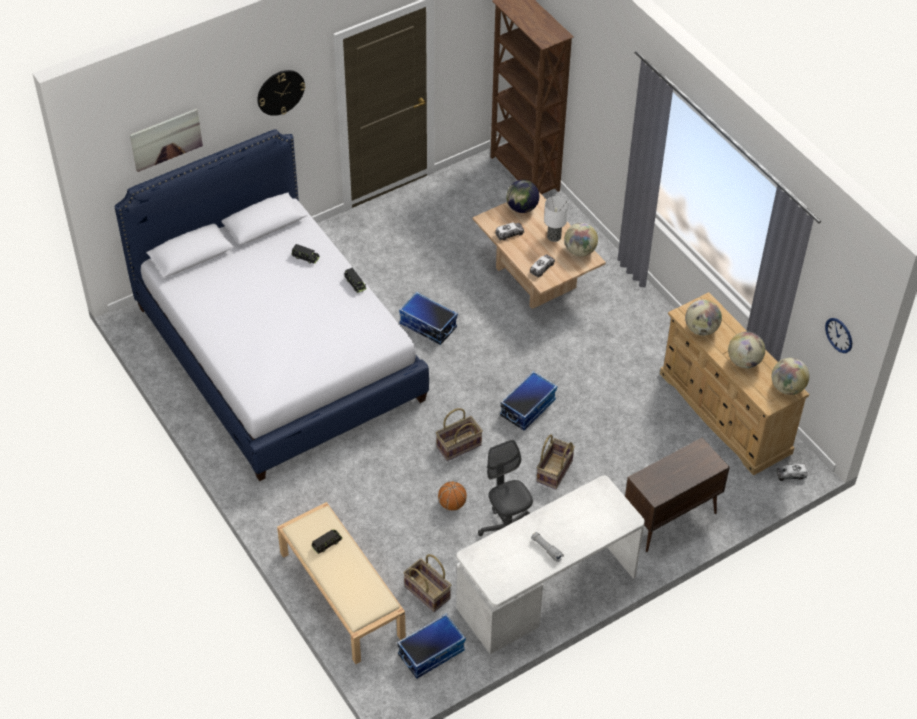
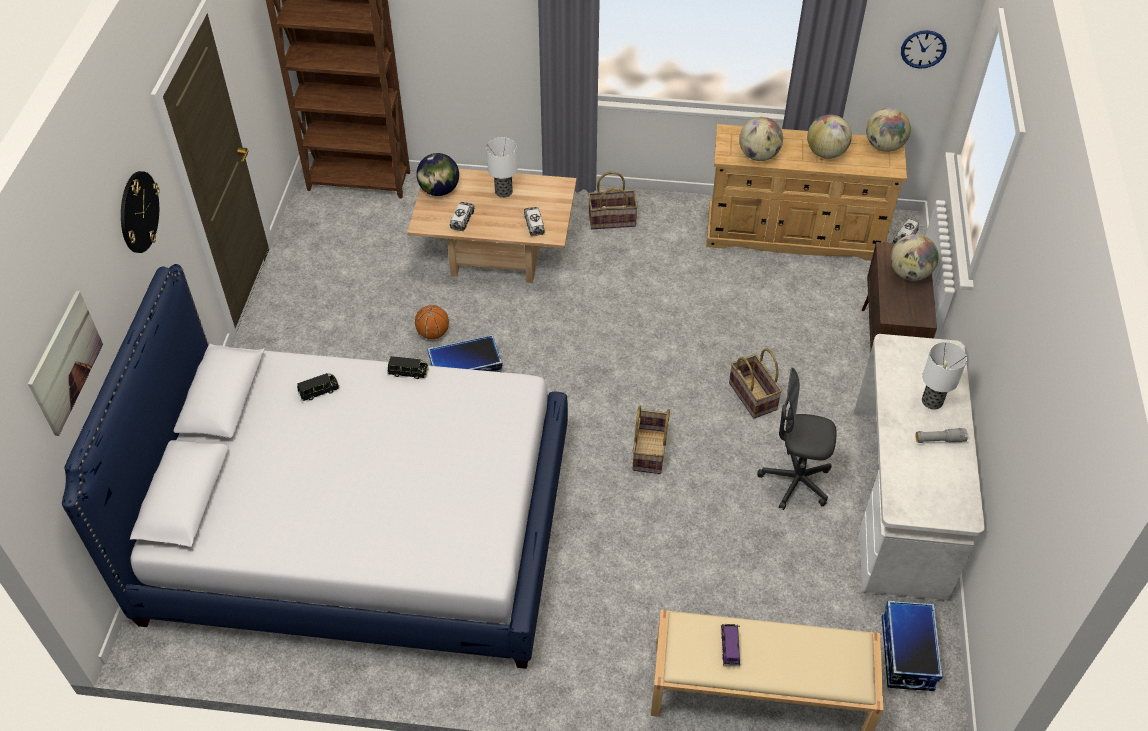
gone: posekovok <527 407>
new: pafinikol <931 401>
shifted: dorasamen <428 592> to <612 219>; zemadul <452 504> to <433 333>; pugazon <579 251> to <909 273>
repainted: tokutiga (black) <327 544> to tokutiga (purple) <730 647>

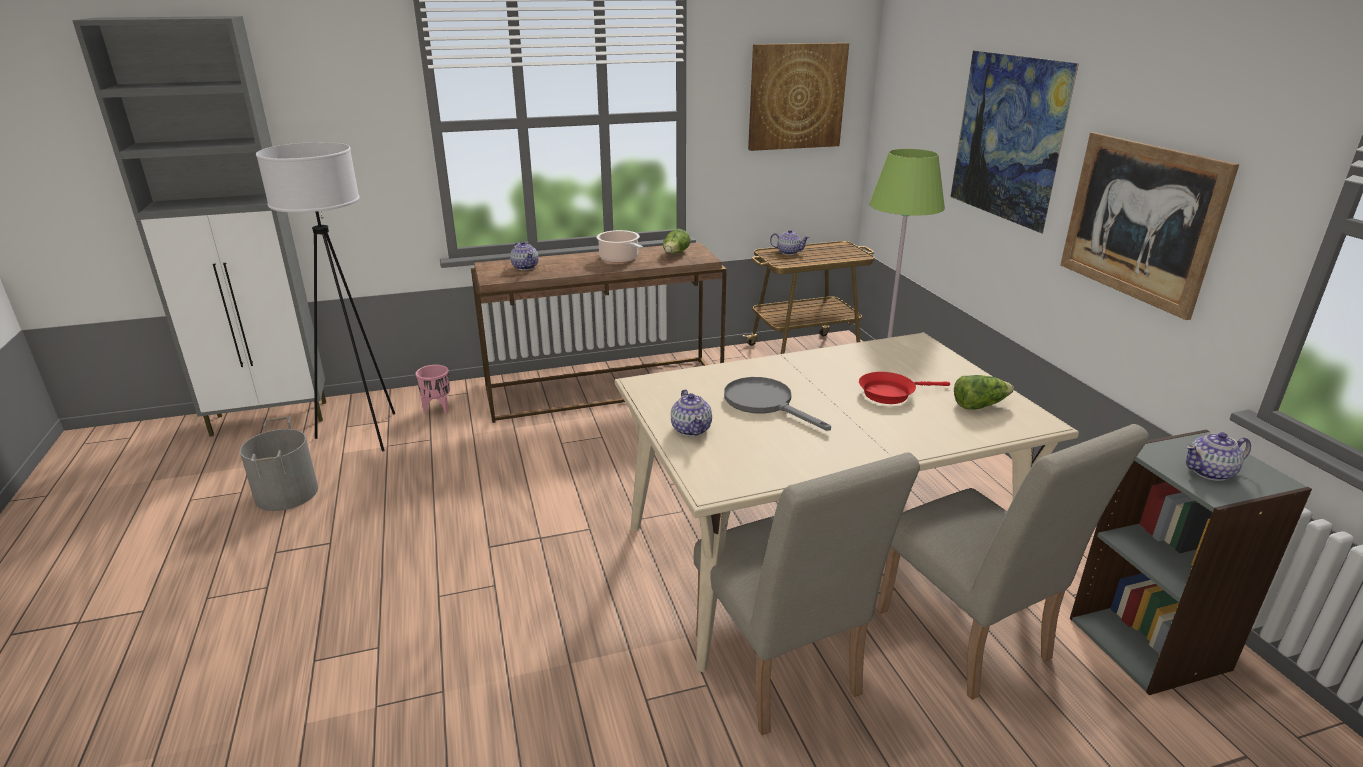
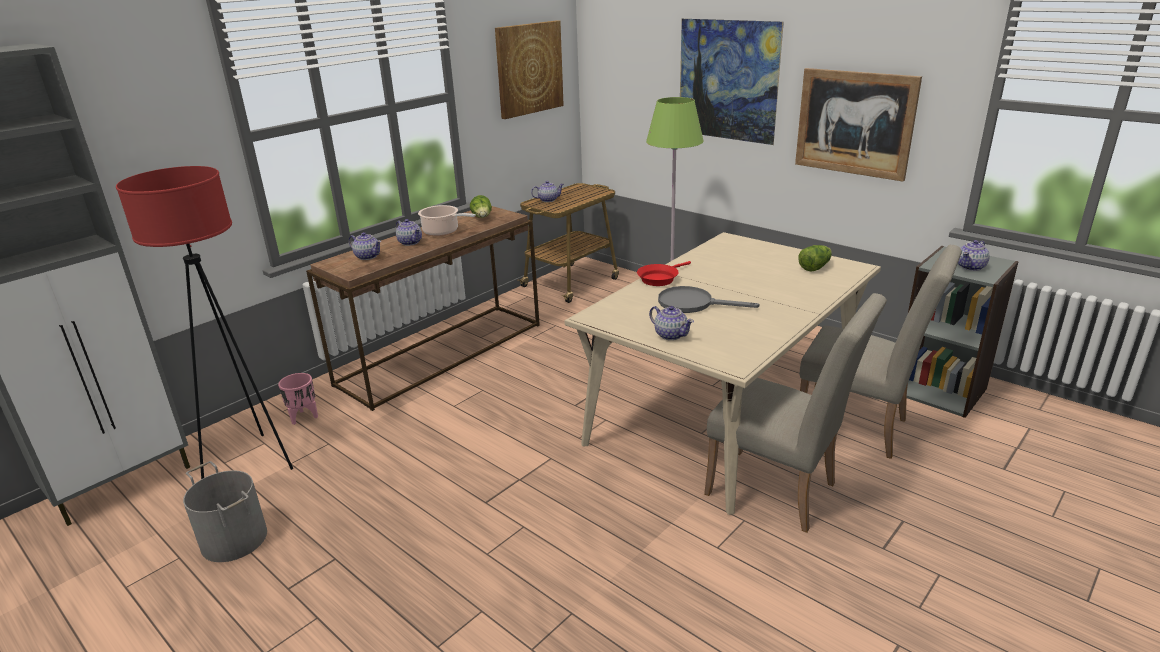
new: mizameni <410 242>
shifted: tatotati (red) <890 393> to <660 278>
repainted: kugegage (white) <363 433> to kugegage (red) <251 462>

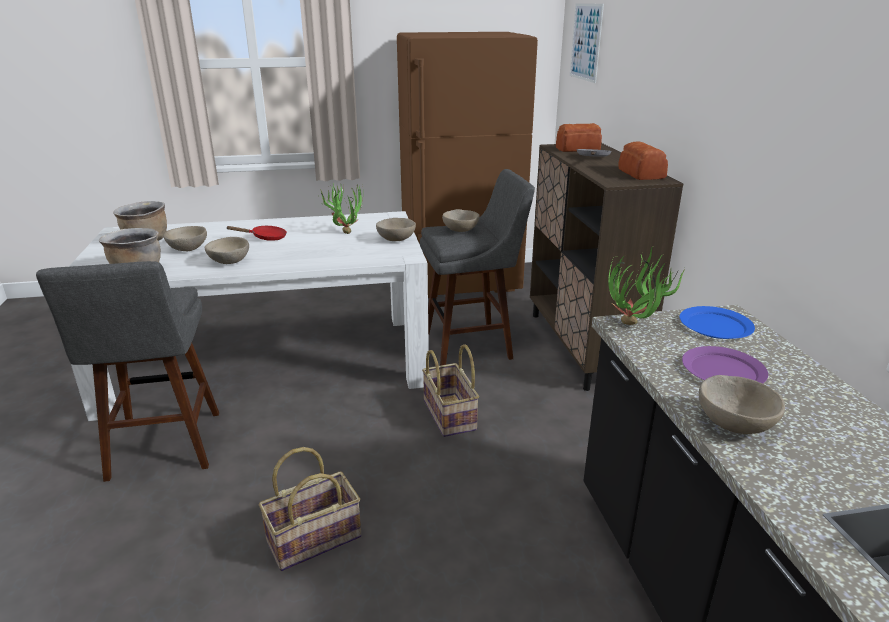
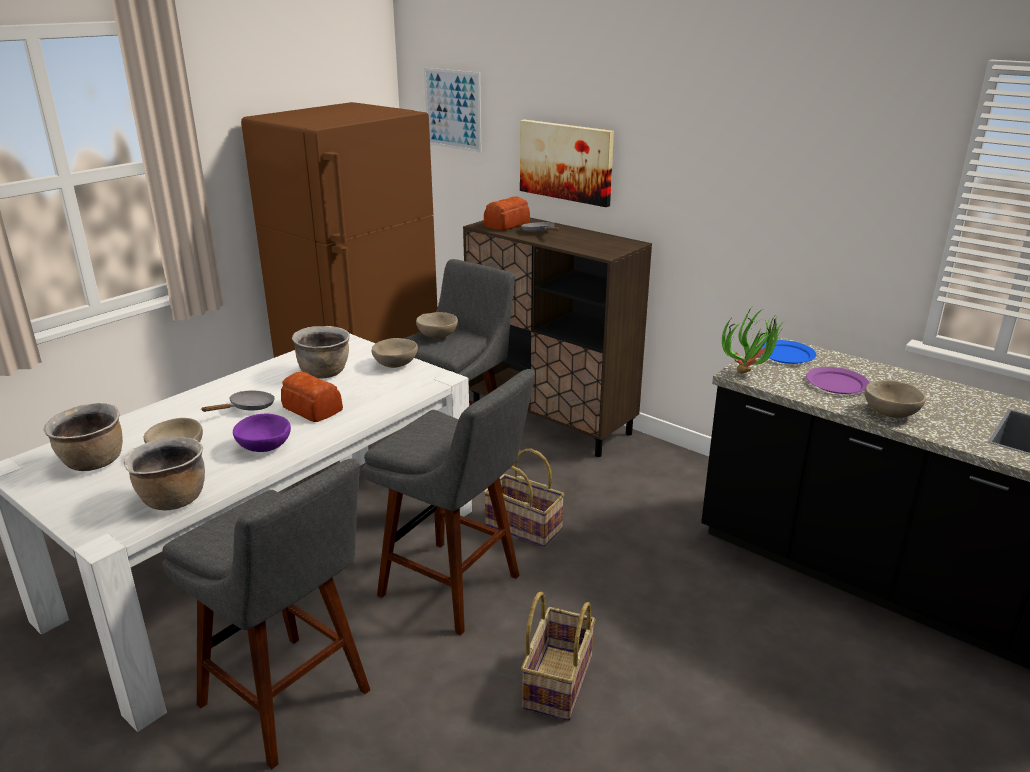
new: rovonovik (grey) <455 588>; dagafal <566 161>
shifted: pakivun <640 174> to <312 409>
swapped: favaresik <344 231> to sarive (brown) <324 372>
repainted: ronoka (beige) <229 261> to ronoka (purple) <264 447>; tatotati (red) <265 238> to tatotati (grey) <248 408>

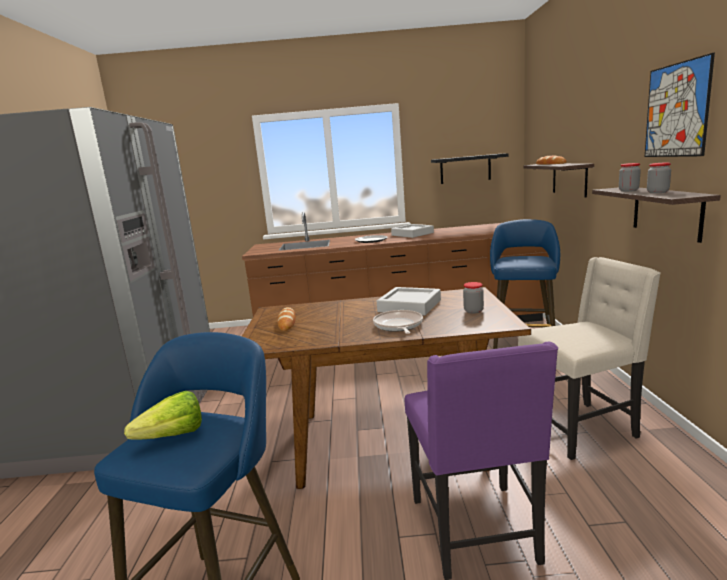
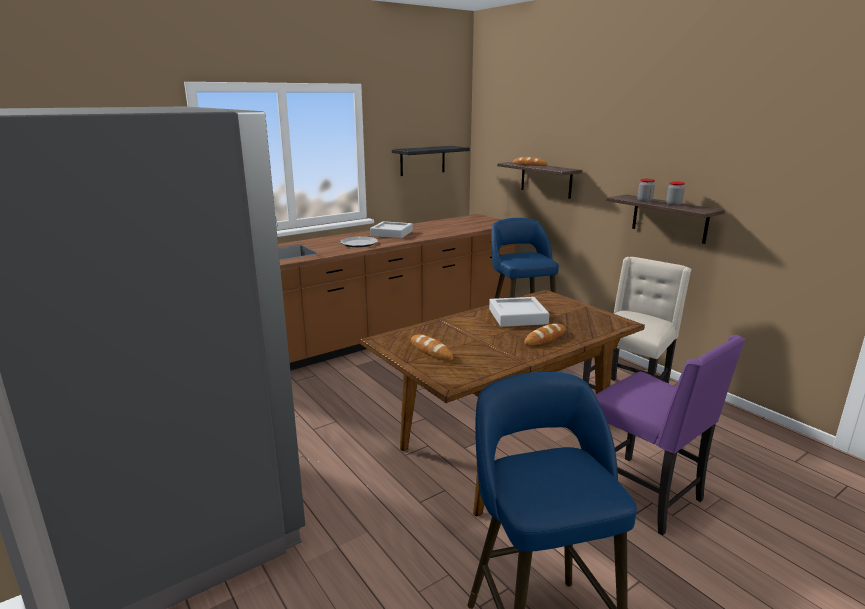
gone: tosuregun <167 438>; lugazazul <473 311>; dagafal <676 110>
swapped: tatotati <398 326> to pakivun <545 338>

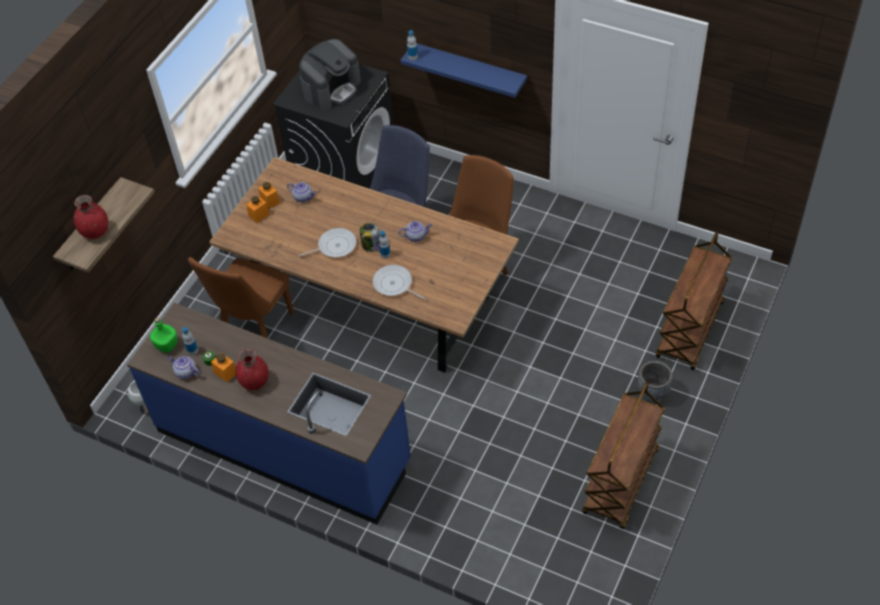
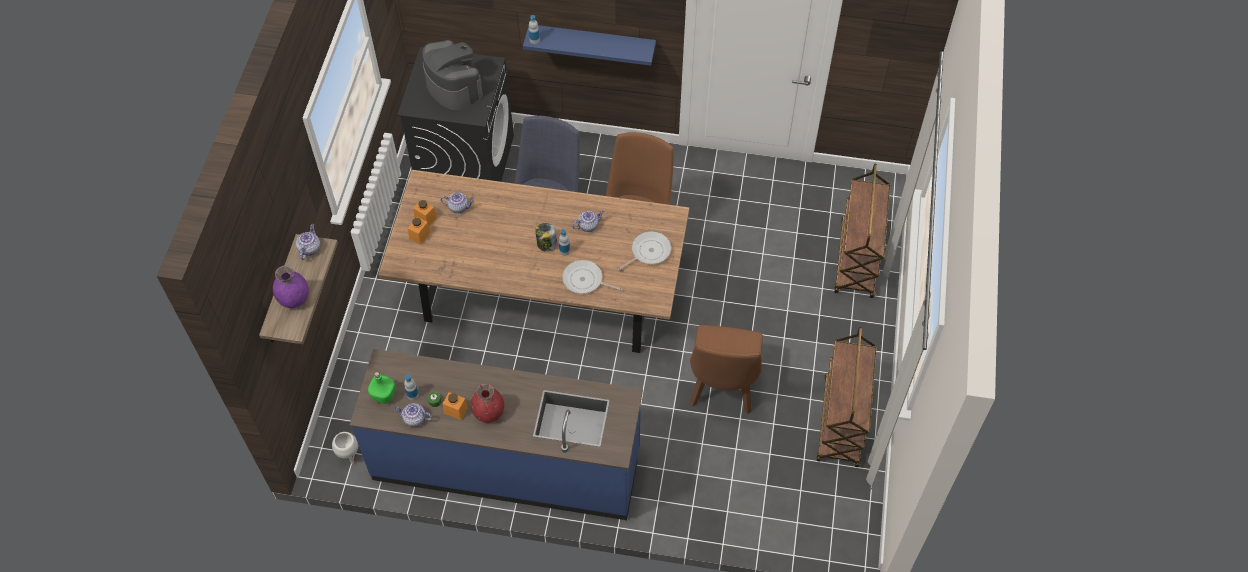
gone: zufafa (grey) <653 393>
new: mizameni <309 248>
shifted: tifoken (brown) <254 328> to <722 391>; tatotati <334 246> to <648 251>
repainted: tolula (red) <95 231> to tolula (purple) <294 299>
rotated: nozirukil <332 88> = <453 86> 60 degrees counterclockwise

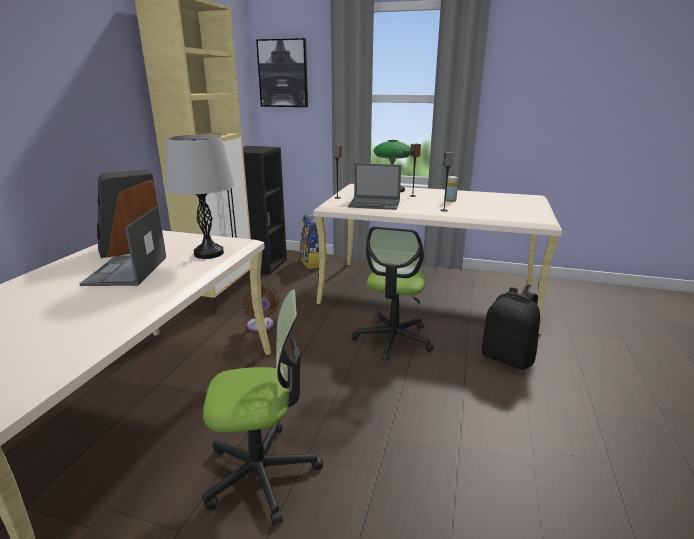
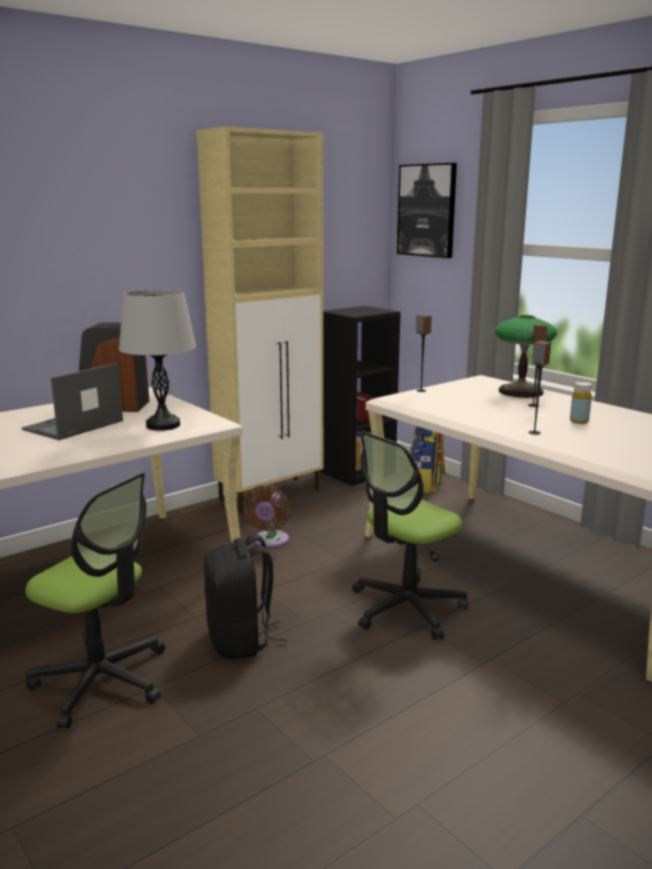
gone: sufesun <375 204>
shifted: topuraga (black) <507 358> to <241 640>

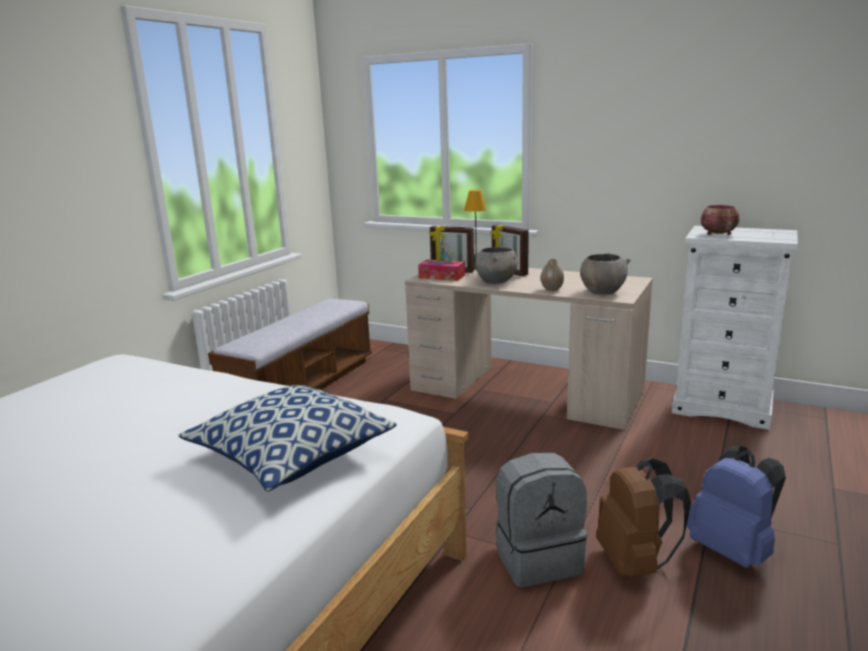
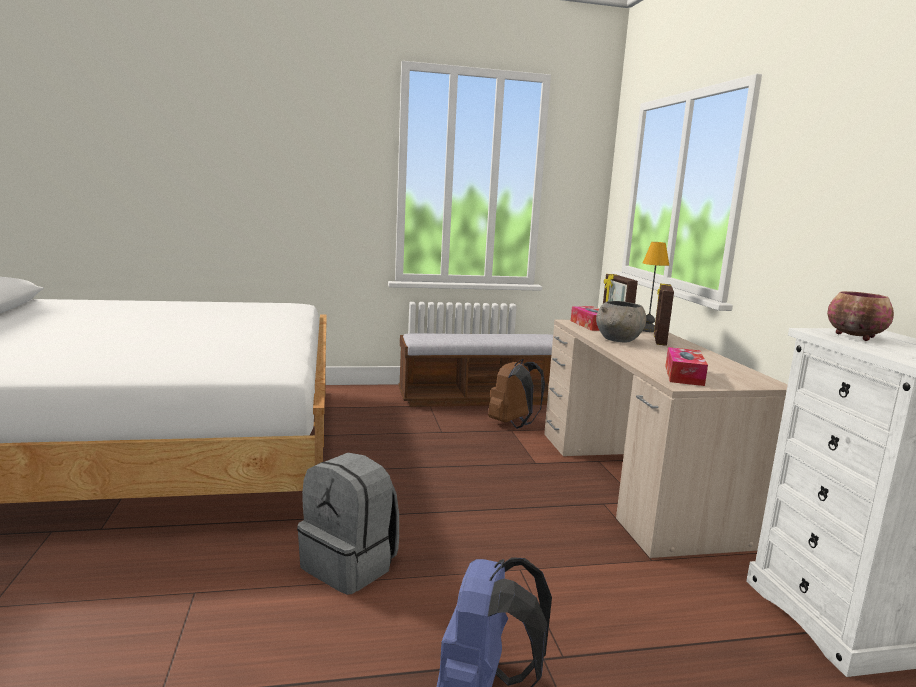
gone: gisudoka <290 455>; tolula <552 289>
shifted: topuraga (brown) <635 562> to <513 424>
swapped: ronoka (grey) <602 291> to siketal <684 375>

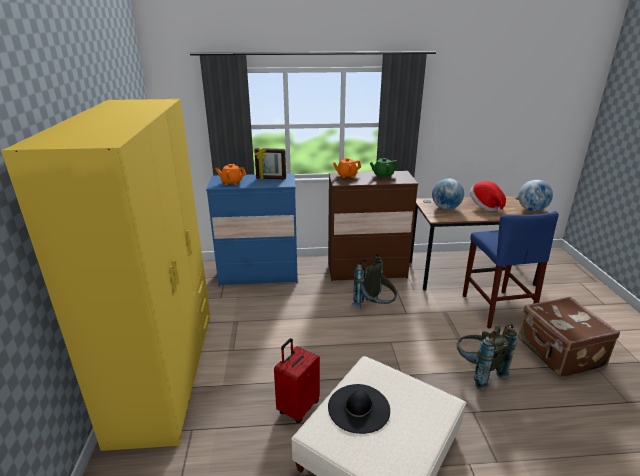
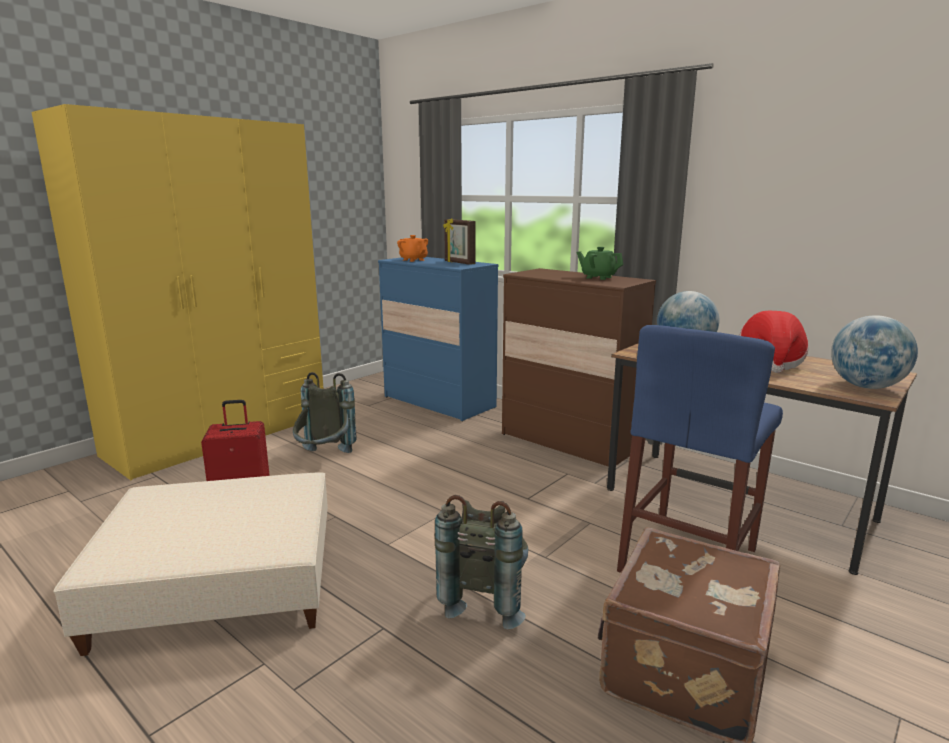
gone: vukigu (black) <359 408>; mizameni (orange) <346 176>
shifted: topuraga (grey) <375 308> to <324 458>

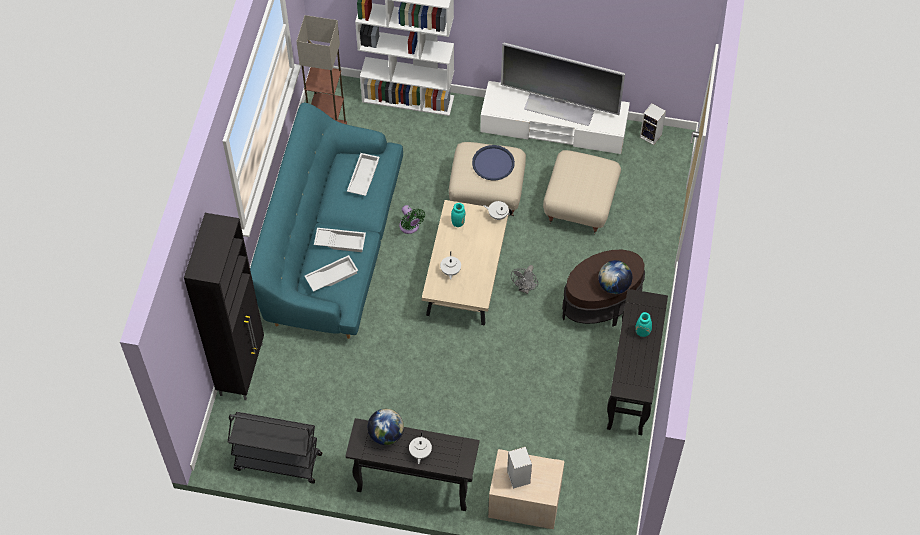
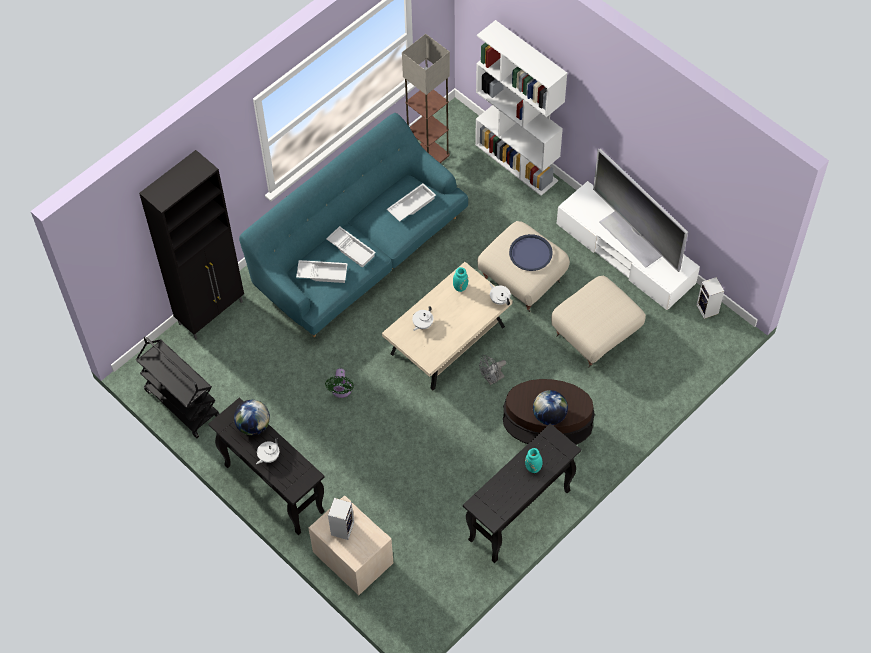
shifted: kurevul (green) <410 227> to <341 391>

